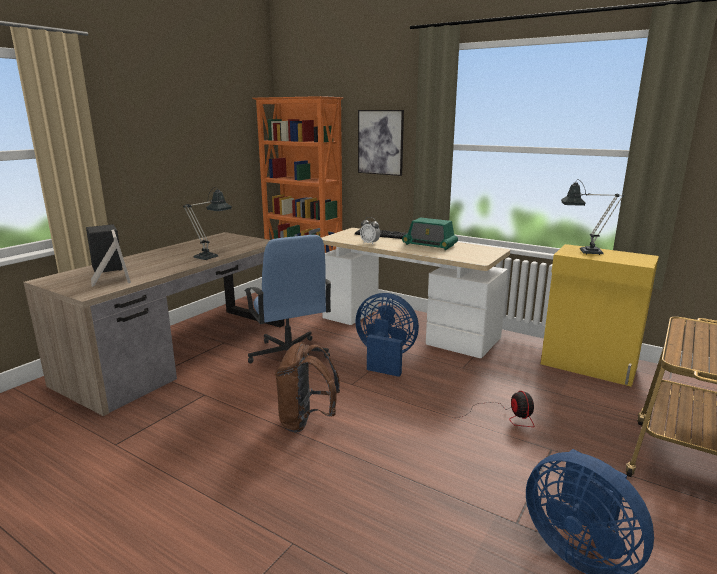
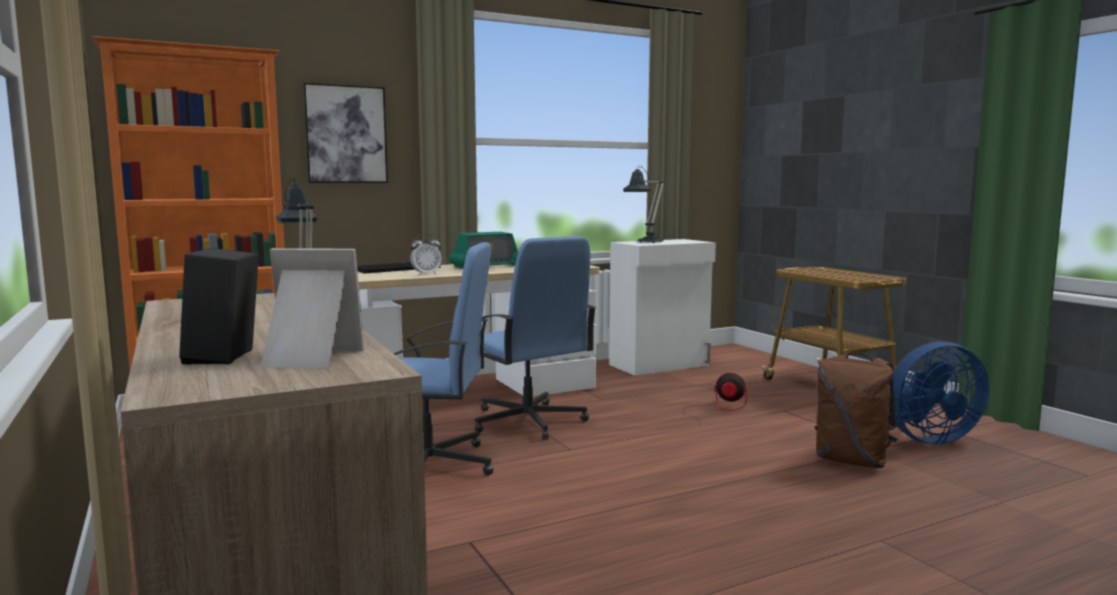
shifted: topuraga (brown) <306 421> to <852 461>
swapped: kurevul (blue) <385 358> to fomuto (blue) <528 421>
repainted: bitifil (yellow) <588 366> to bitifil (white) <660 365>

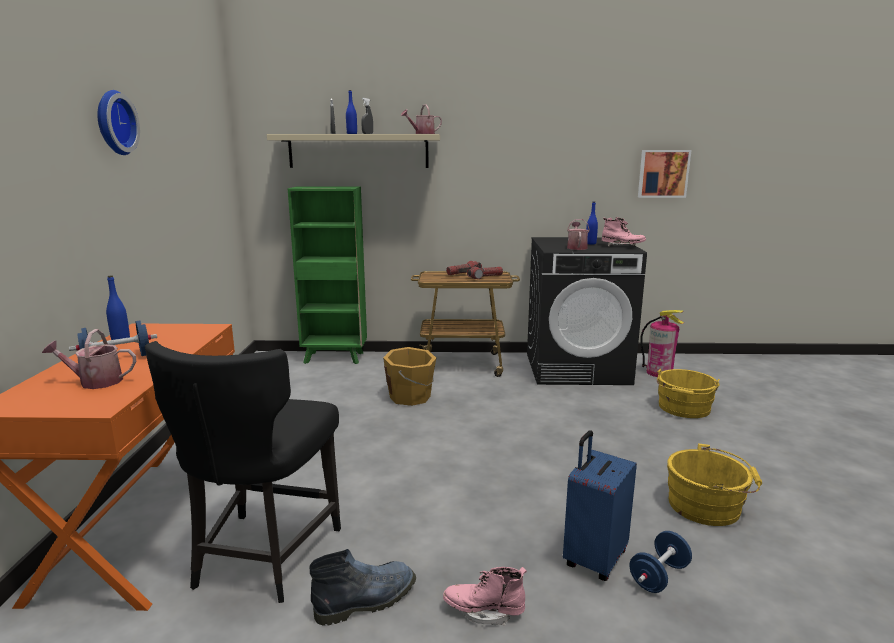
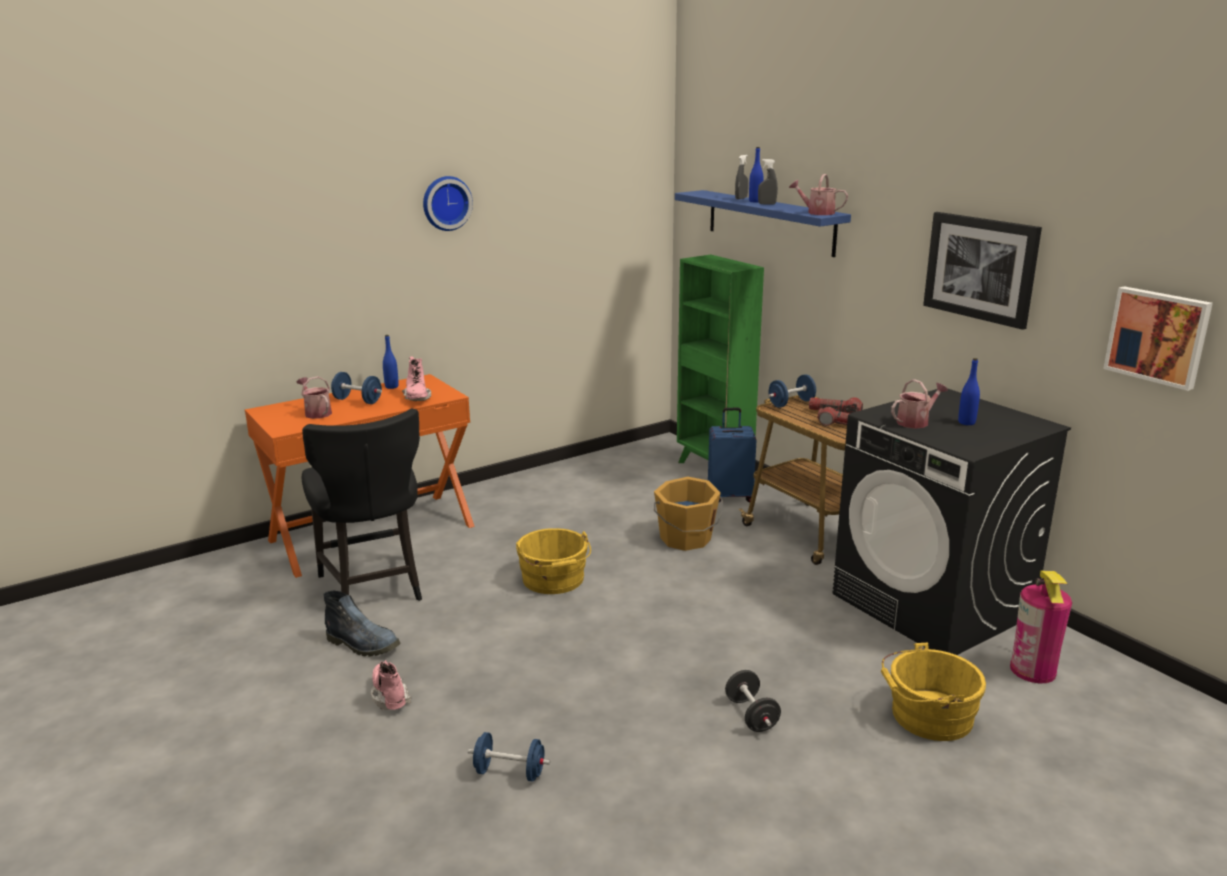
new: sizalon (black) <751 715>; sizalon (blue) <791 403>; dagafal <980 268>
shifted: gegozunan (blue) <593 559> to <730 496>; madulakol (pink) <622 246> to <417 398>; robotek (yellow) <708 506> to <554 580>
repainted: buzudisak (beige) <358 151> to buzudisak (blue) <770 222>
rotated: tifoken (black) <263 557> = <373 588> 90 degrees counterclockwise

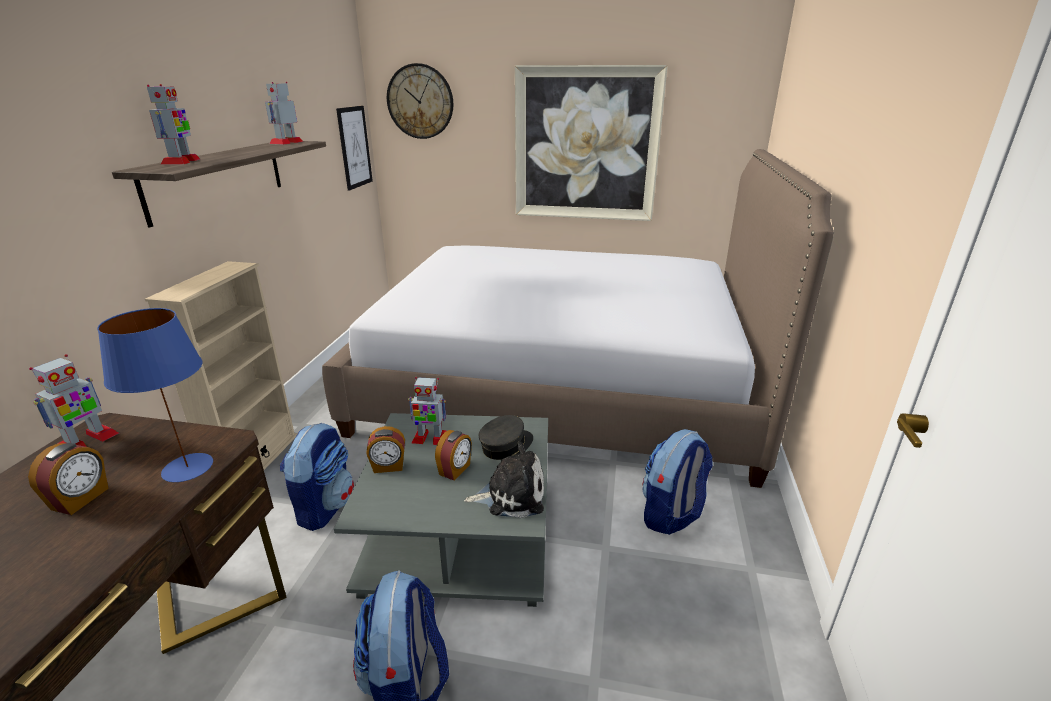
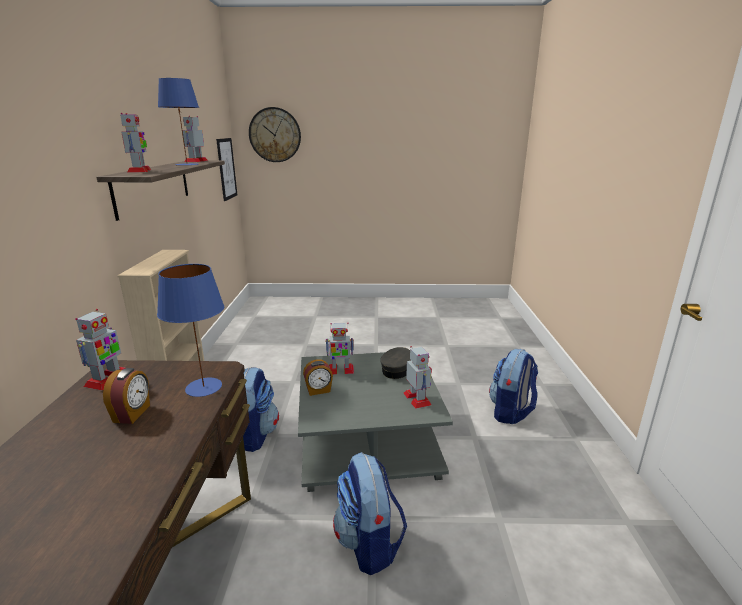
gone: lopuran <560 386>; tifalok <455 470>; dagafal <586 145>
new: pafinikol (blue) <186 164>
swapped: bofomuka <511 495> to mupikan <417 399>

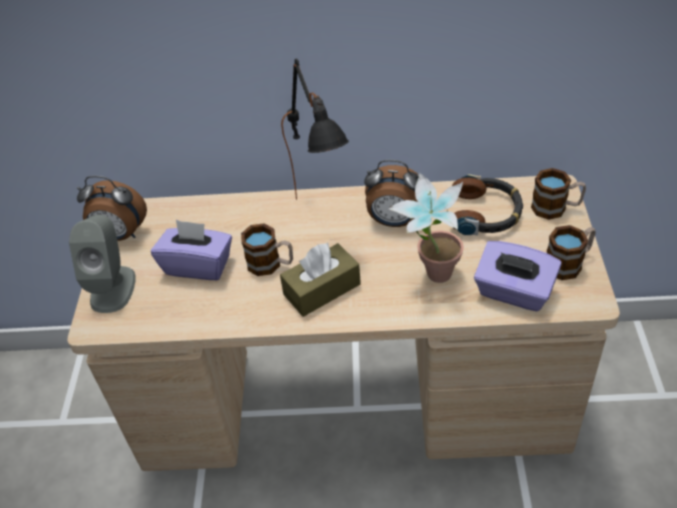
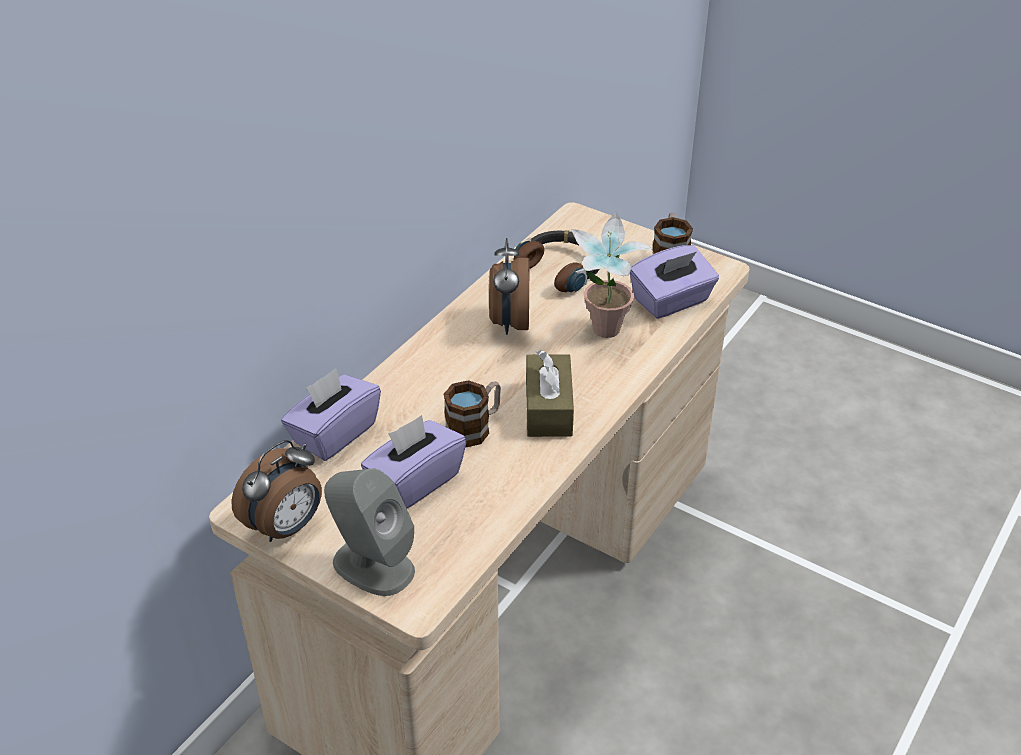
gone: pafinikol (black) <322 218>; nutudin <556 208>
new: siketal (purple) <334 433>
rotated: tifalok <394 221> = <509 322> 135 degrees clockwise

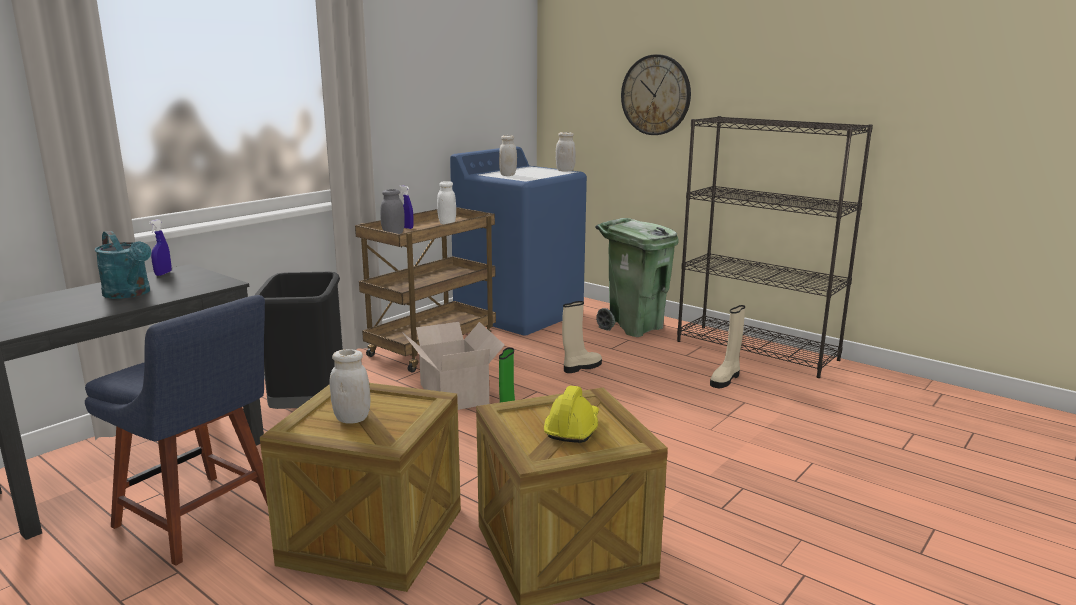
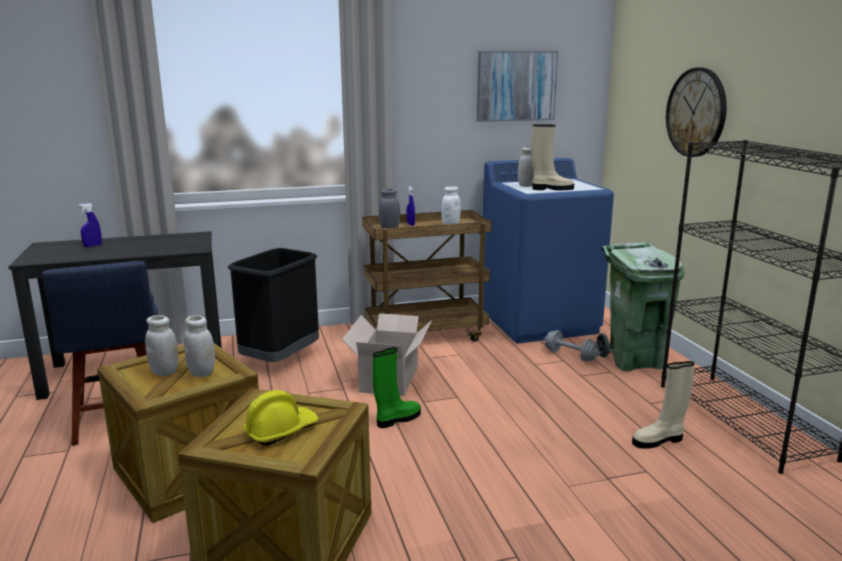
gone: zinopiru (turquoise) <130 294>
new: dagafal <516 86>; sizalon (grey) <570 356>
shifted: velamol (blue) <163 273> to <93 246>; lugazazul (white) <565 170> to <201 372>; madulakol (beige) <581 367> to <551 189>

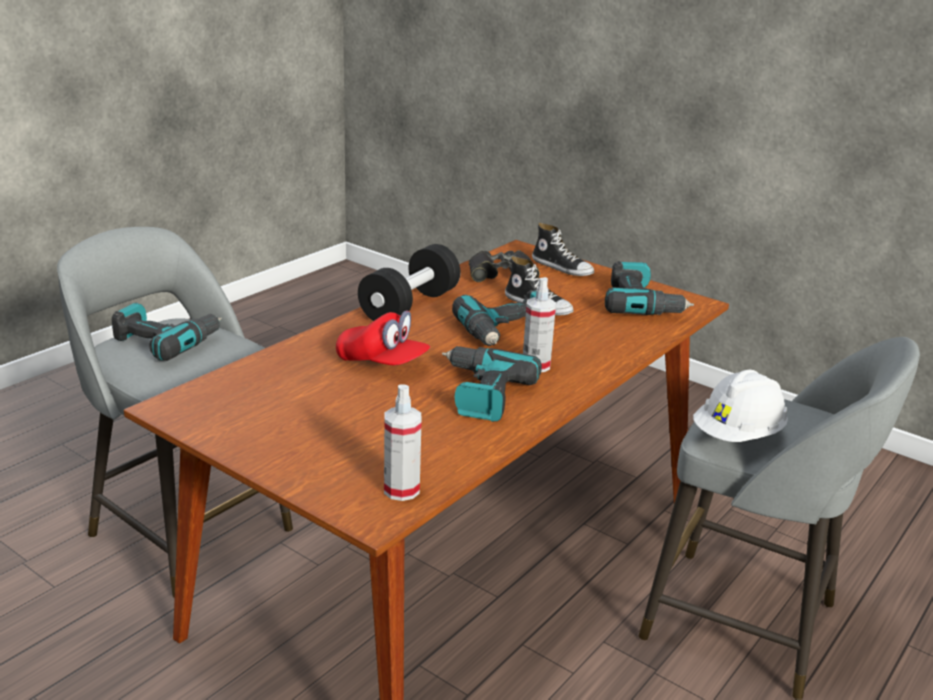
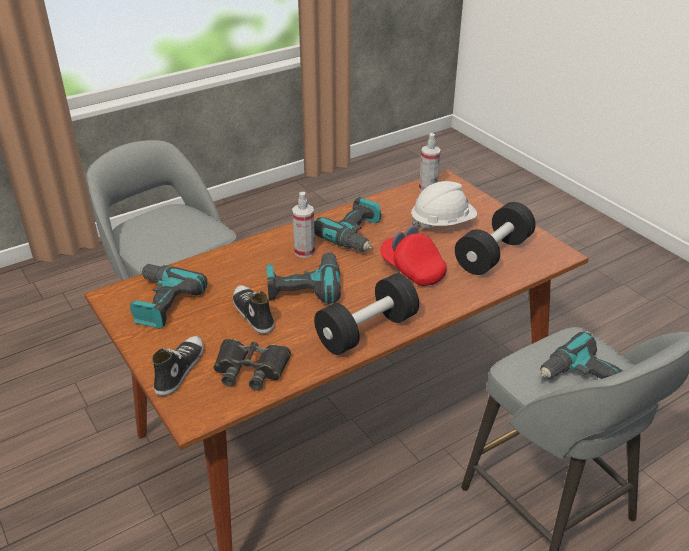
new: sizalon (black) <493 254>
shifted: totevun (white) <738 436> to <442 223>
rotated: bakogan <562 268> = <179 369> 45 degrees clockwise

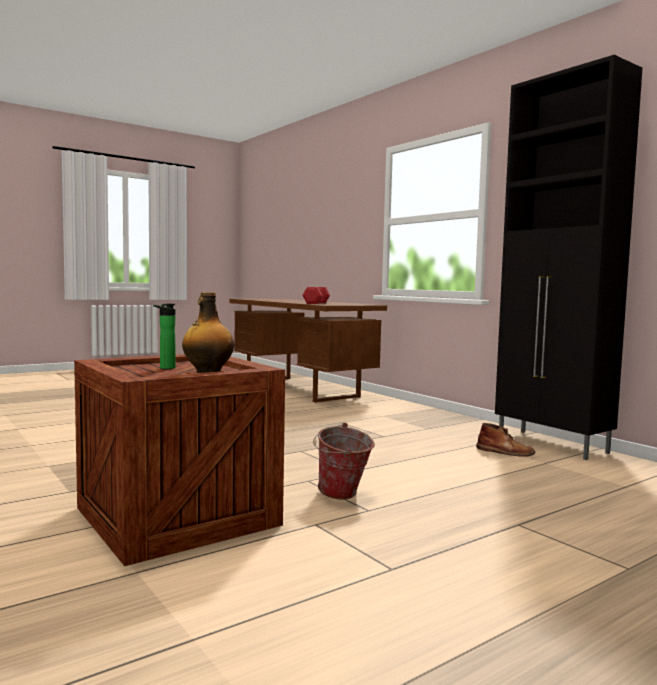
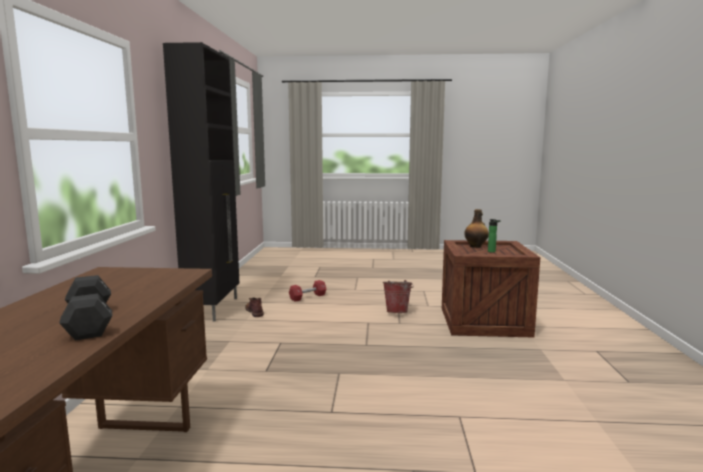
new: sizalon (black) <89 322>
shifted: sizalon (red) <316 303> to <307 297>

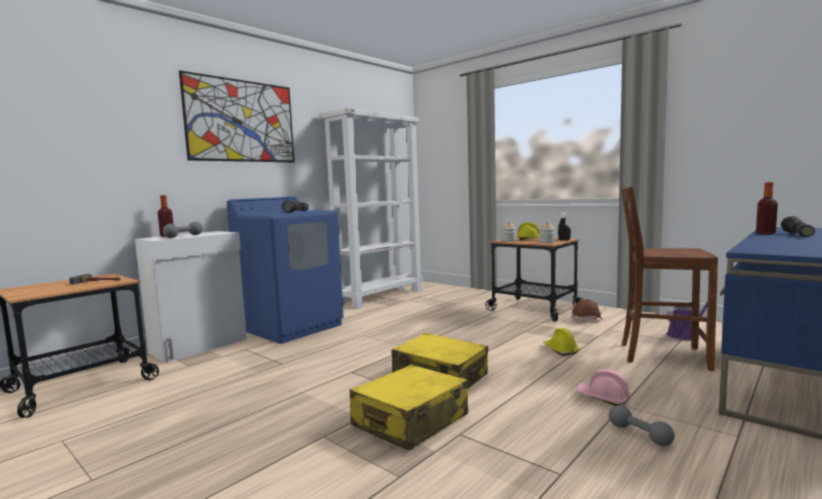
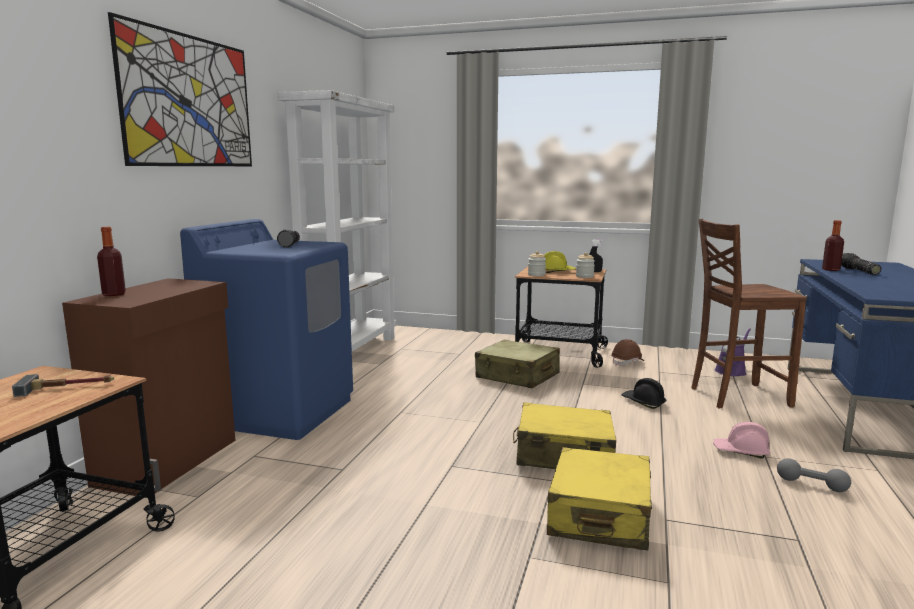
gone: sizalon (grey) <184 236>
new: gegozunan (beige) <517 376>
repainted: bitifil (white) <200 346> to bitifil (brown) <170 461>; totevun (yellow) <560 350> to totevun (black) <643 402>

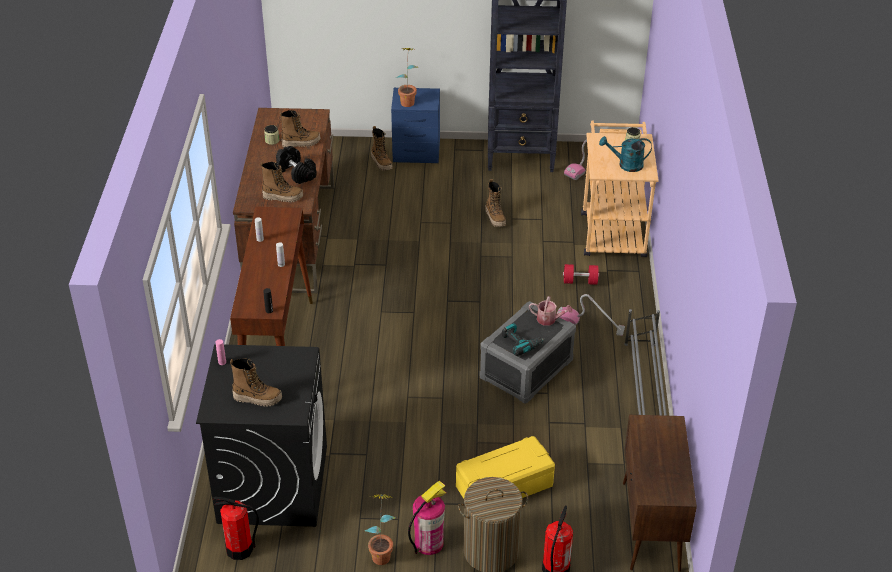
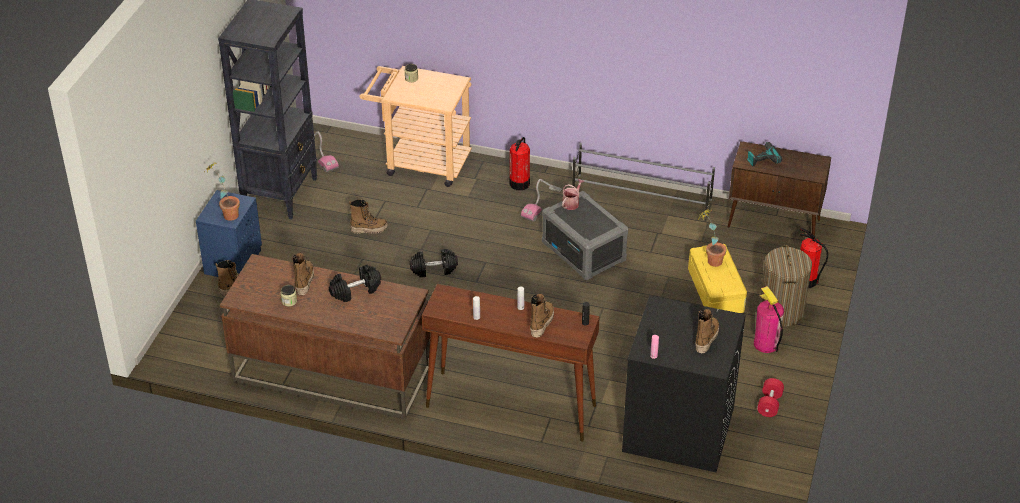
gone: zinopiru (turquoise) <626 165>
new: sizalon (black) <434 269>
shifted: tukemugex <240 549> to <520 183>; madulakol <283 197> to <541 323>; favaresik <382 552> to <710 260>; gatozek <521 343> to <762 158>; sizalon (red) <580 281> to <769 404>

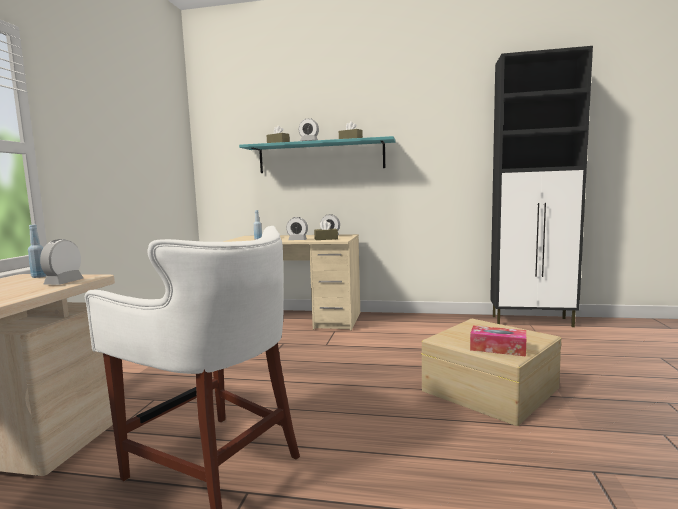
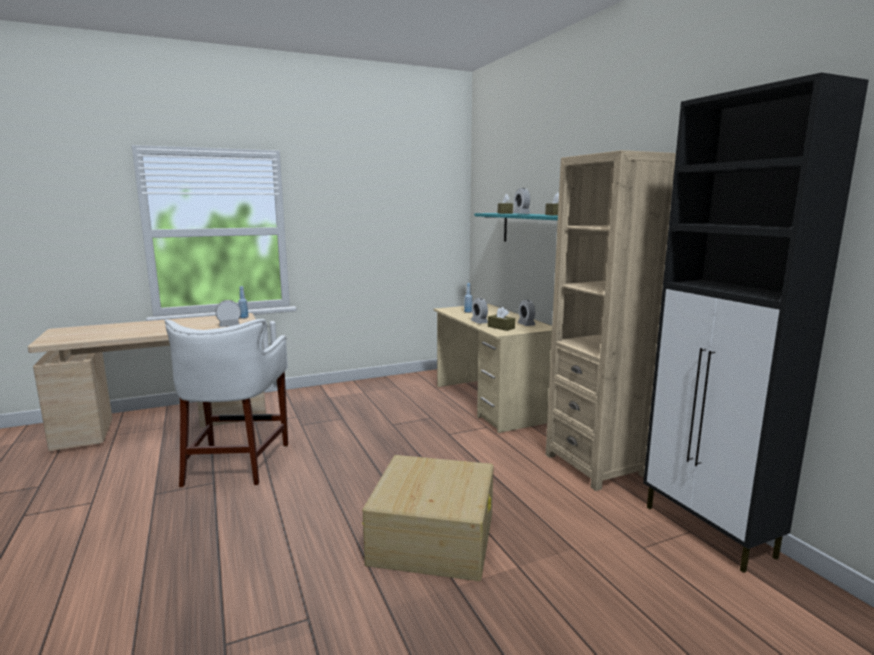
gone: siketal <498 348>
new: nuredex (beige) <595 465>

